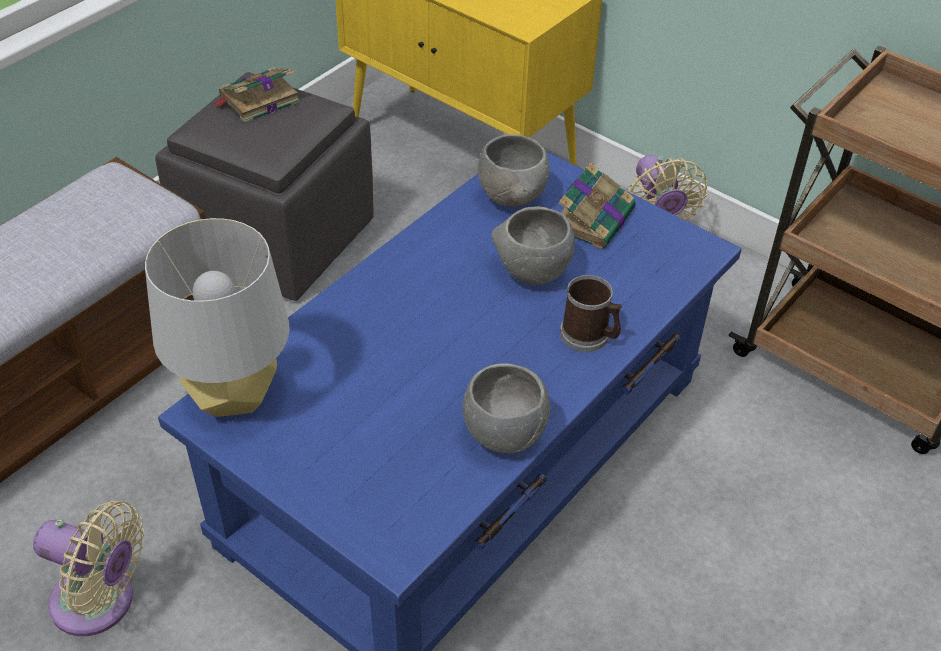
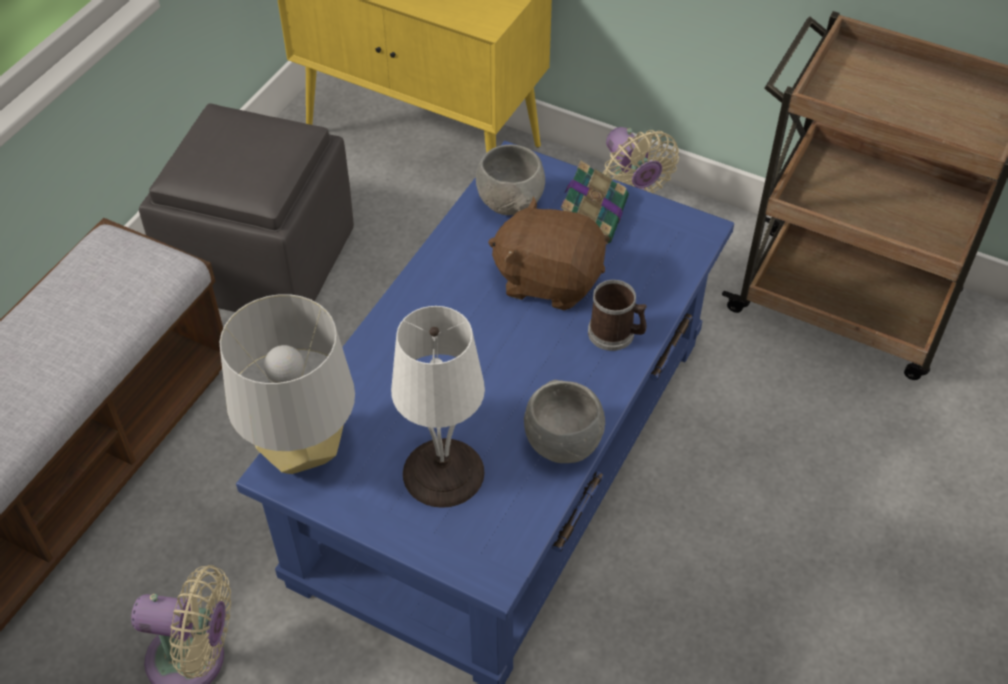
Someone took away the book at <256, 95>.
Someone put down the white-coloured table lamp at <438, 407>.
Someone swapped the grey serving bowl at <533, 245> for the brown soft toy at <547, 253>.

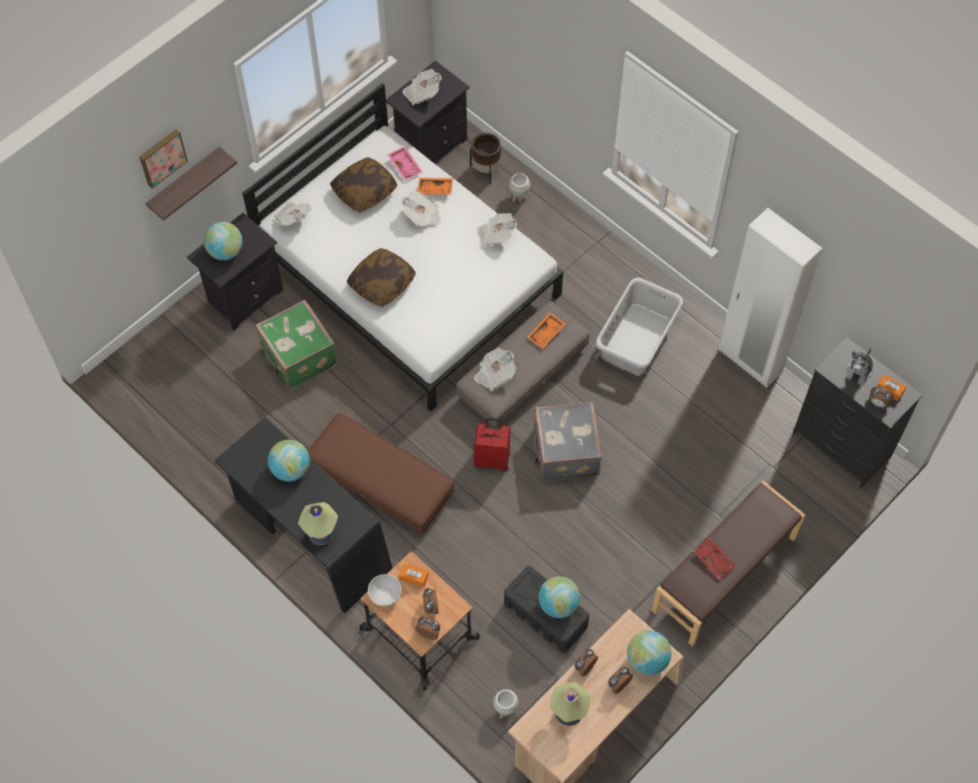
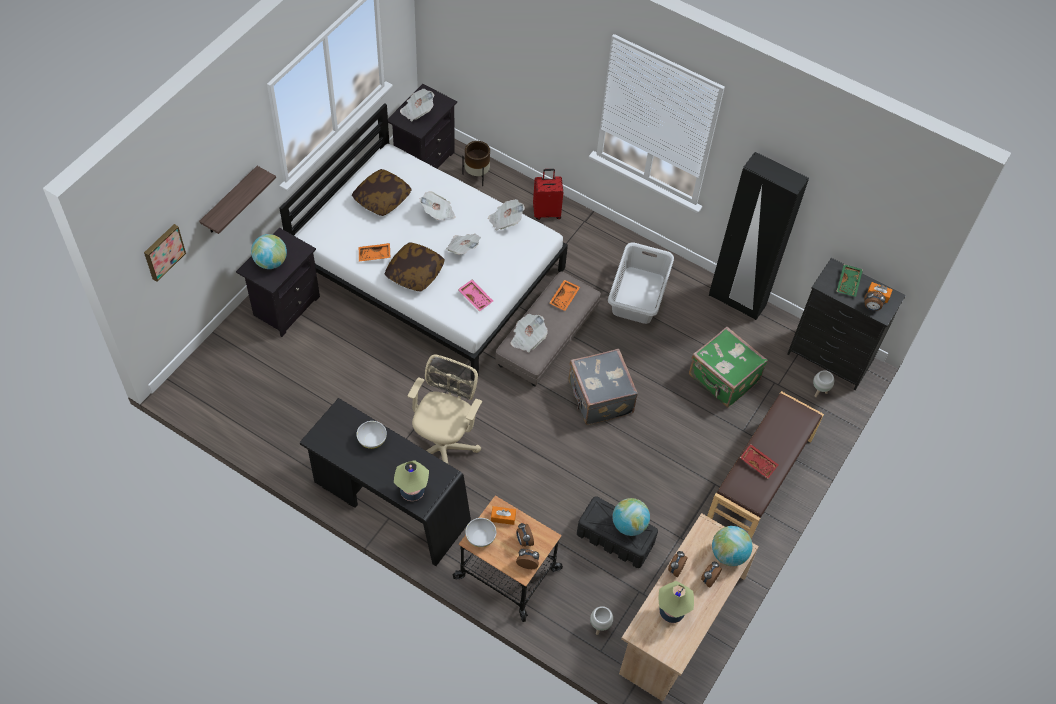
Someone carried the wall art from <164, 159> to <165, 253>.
Someone carried the greenish piece of luggage from <296, 344> to <728, 367>.
Someone carried the printed paper from <292, 214> to <463, 244>.
Someone carried the pink-coloured carrying tray from <405, 163> to <475, 296>.
Someone carried the orangey carrying tray from <435, 186> to <375, 252>.
Someone carried the reddish piece of luggage from <492, 444> to <548, 194>.
Someone carried the white-coloured planter from <519, 187> to <823, 383>.
Someone swapped the world globe at <289, 460> for the white-coloured serving bowl at <372, 435>.
Someone swapped the brown footrest at <381, 473> for the sand-coloured office chair at <445, 409>.
Someone swapped the soft toy at <859, 367> for the greenish carrying tray at <849, 280>.
Someone repainted the white-coloured armoire at <771, 298>, which became the blackish armoire at <759, 236>.

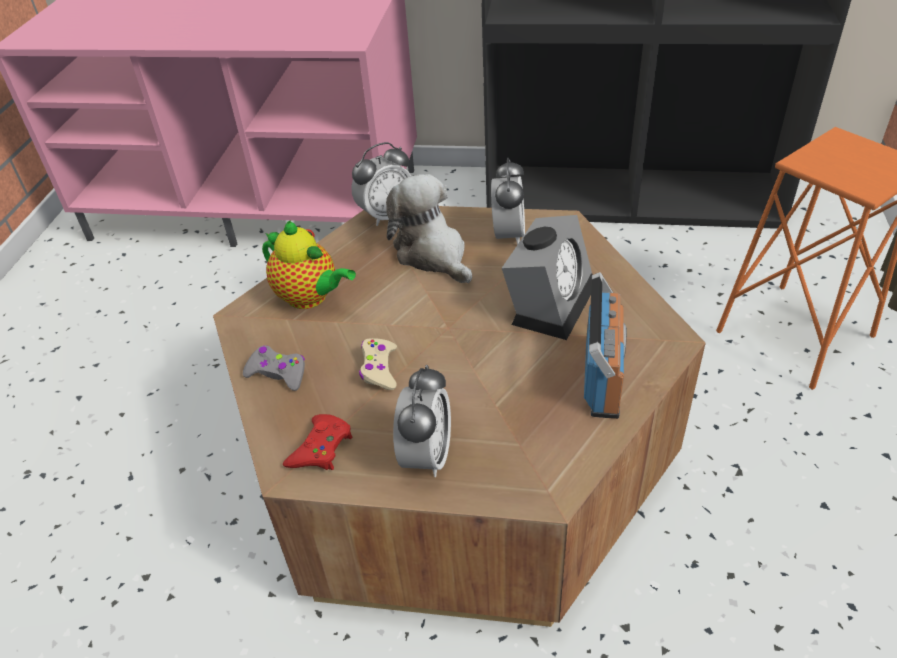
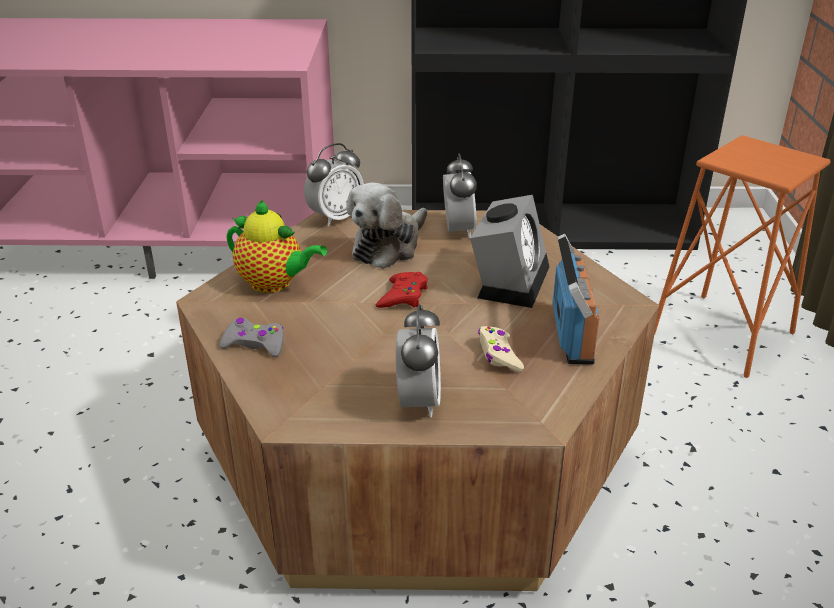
Someone carried the reddish gamepad from <317, 442> to <402, 290>.
Someone carried the sand-coloured gamepad from <378, 364> to <501, 349>.
Someone rotated the soft toy at <429, 229> by 105 degrees counterclockwise.

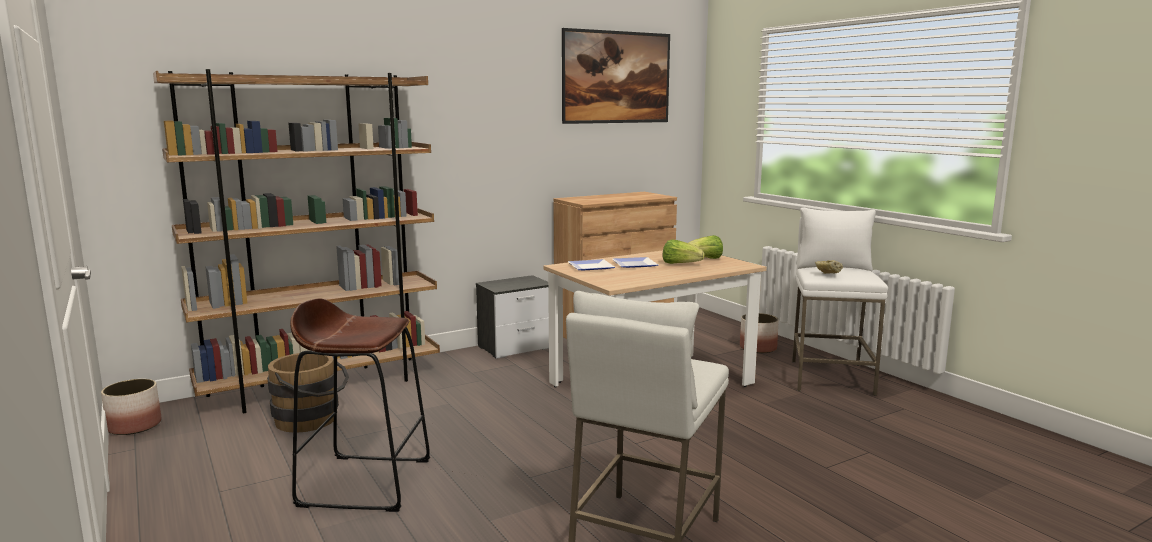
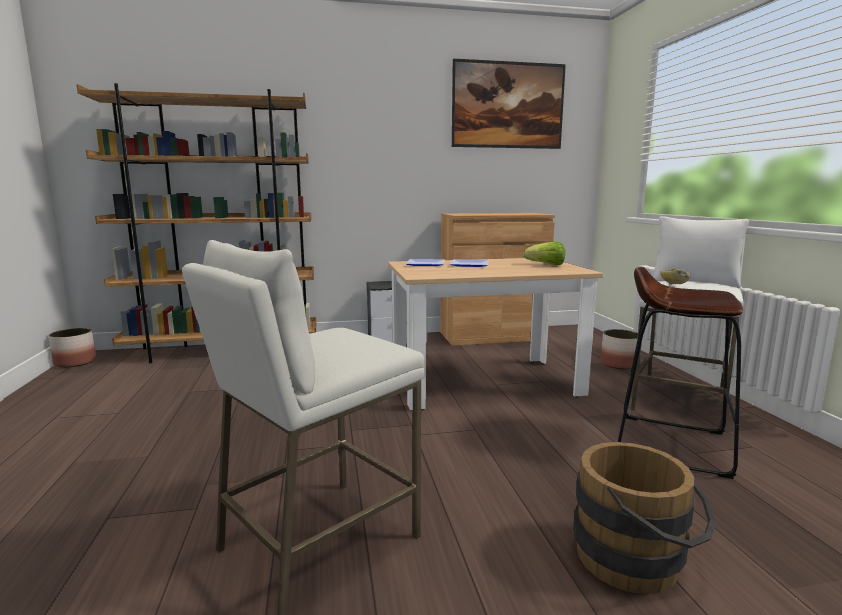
Someone took away the lettuce at <683, 252>.
Someone carried the brown water bucket from <308, 392> to <644, 518>.
Someone carried the brown sitting stool from <360, 405> to <680, 373>.

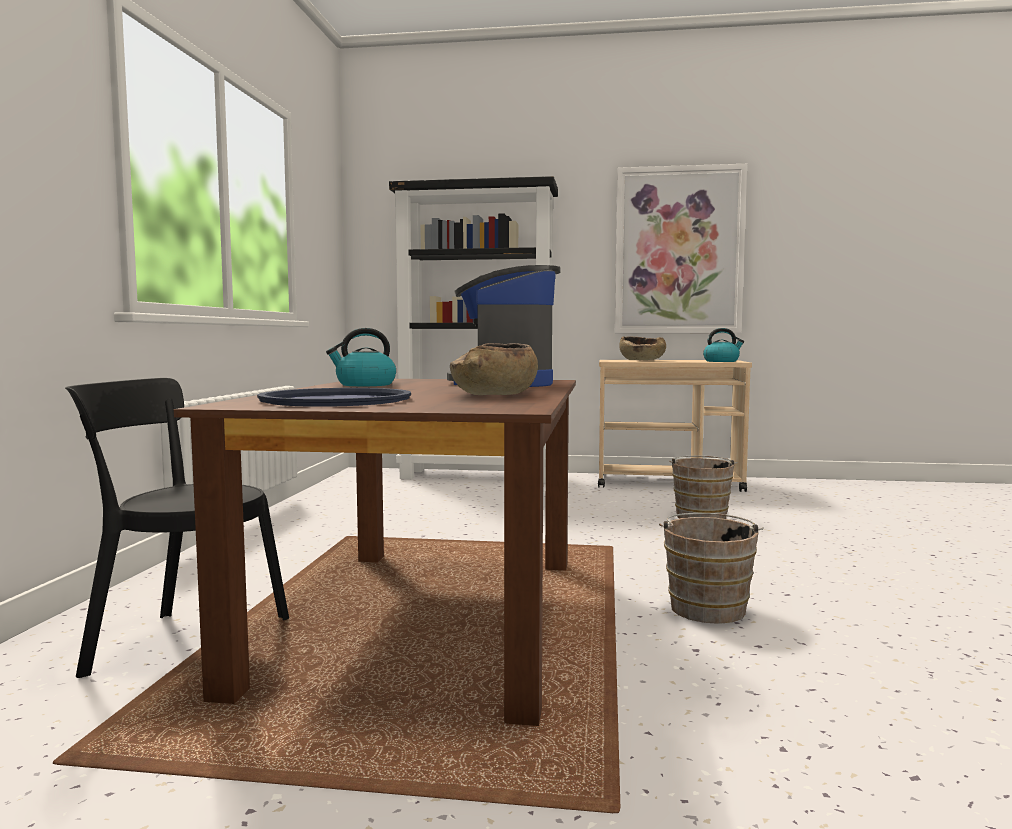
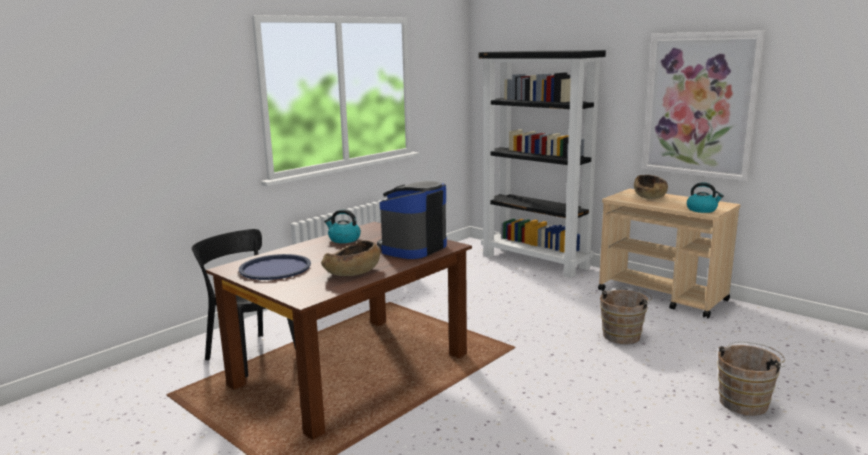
Someone carried the brown water bucket from <711, 568> to <751, 379>.

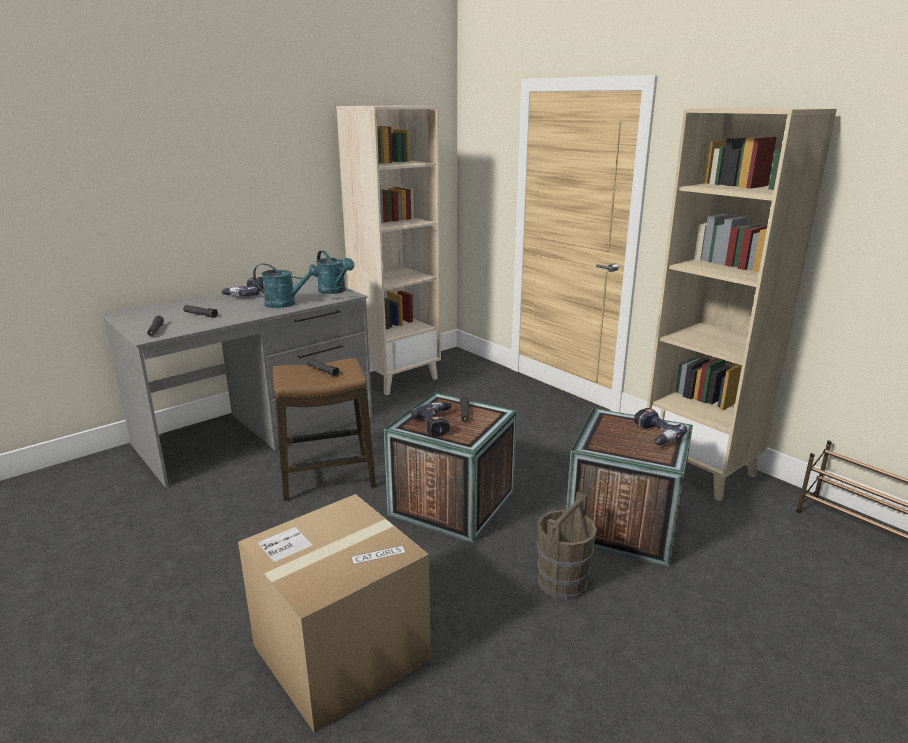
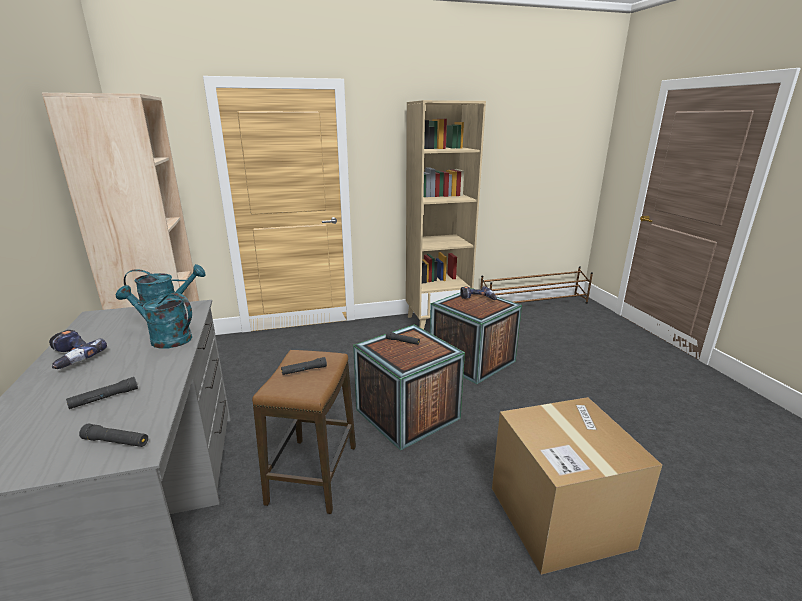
Someone took away the electric drill at <431, 419>.
Someone took away the brown water bucket at <567, 546>.
Someone rotated the blue-green sprinkling can at <286, 285> by 105 degrees counterclockwise.

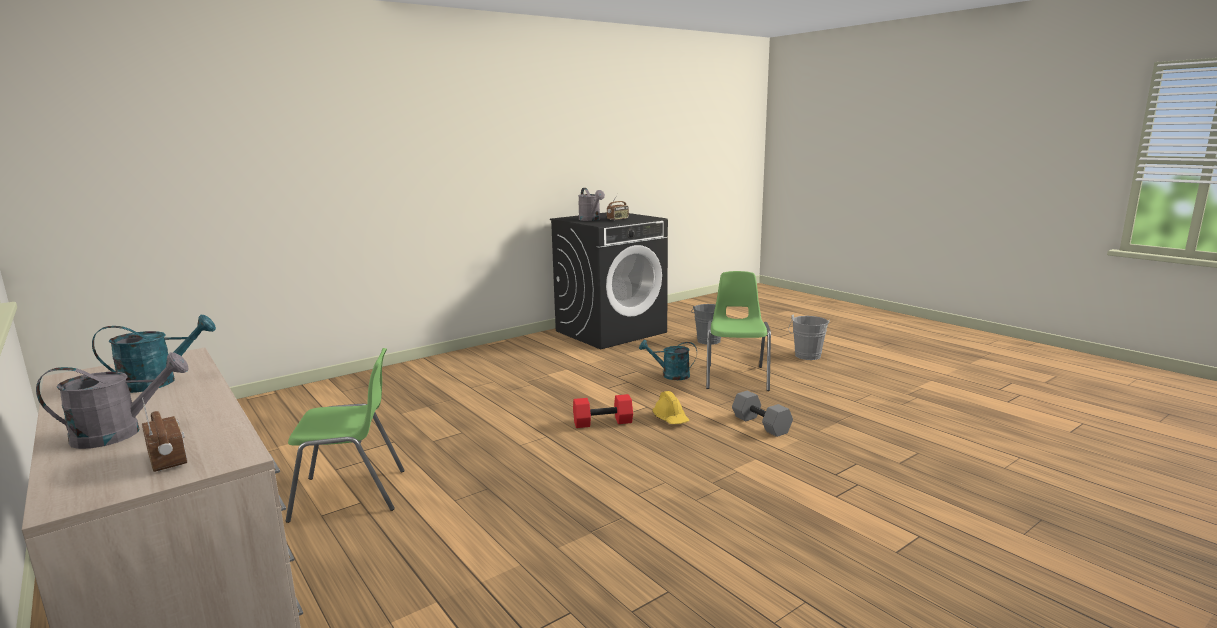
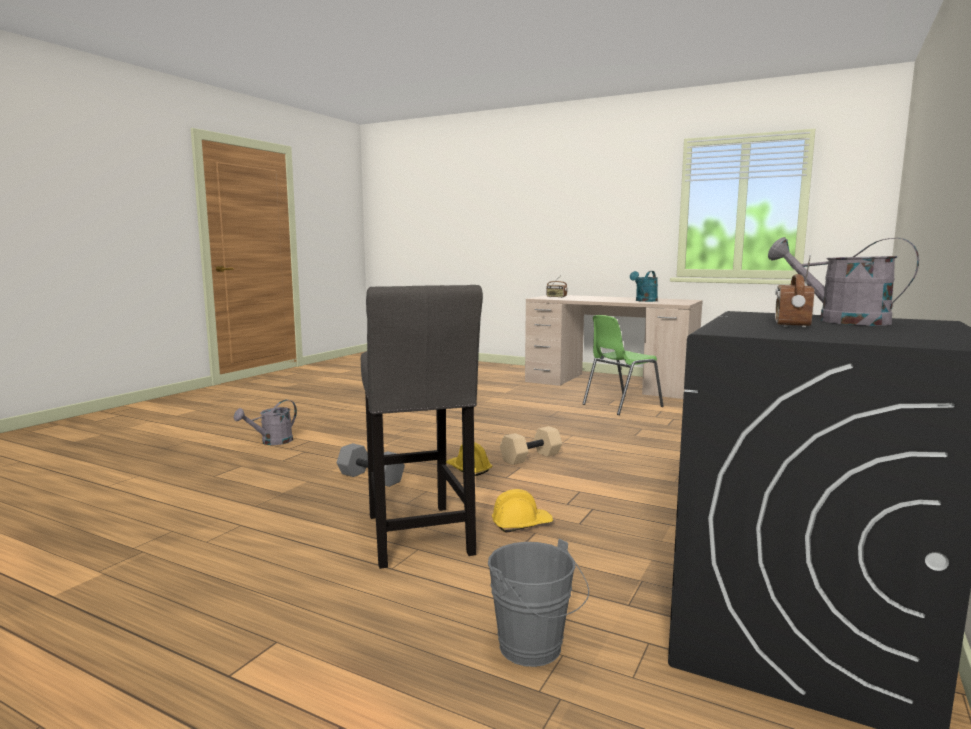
Someone took away the grey water bucket at <809, 337>.
Someone carried the grey sprinkling can from <112, 400> to <265, 422>.
Someone swapped the blue-green sprinkling can at <668, 360> for the yellowish hard hat at <522, 510>.
Someone swapped the greenish chair at <738, 331> for the grey sitting stool at <422, 427>.
Someone repainted the reddish dumbbell at <603, 411>, which became the sand-coloured dumbbell at <531, 445>.

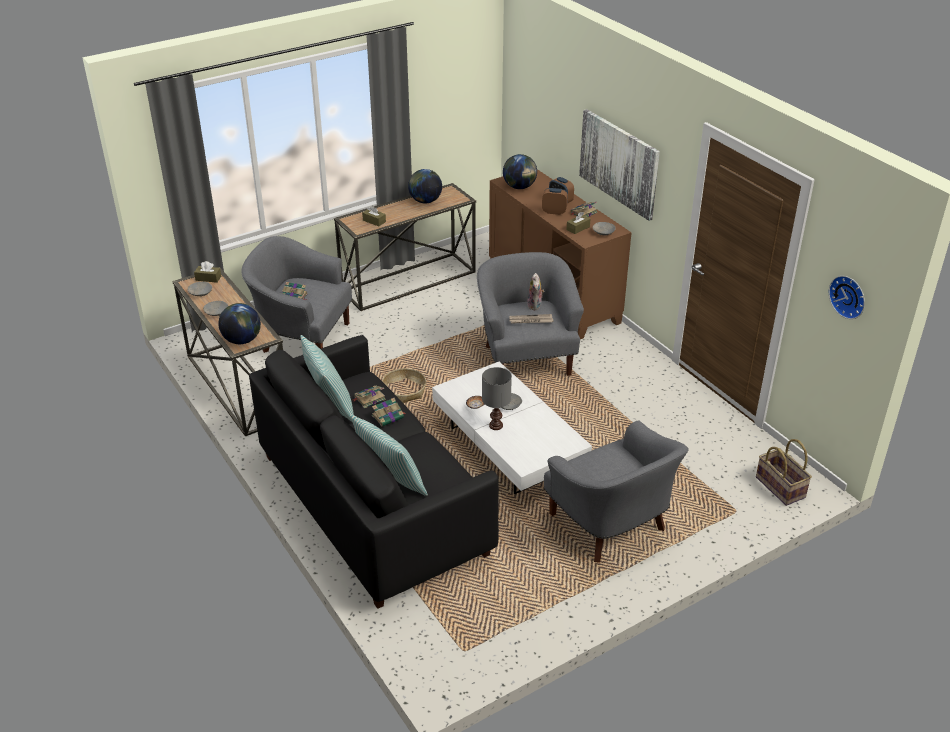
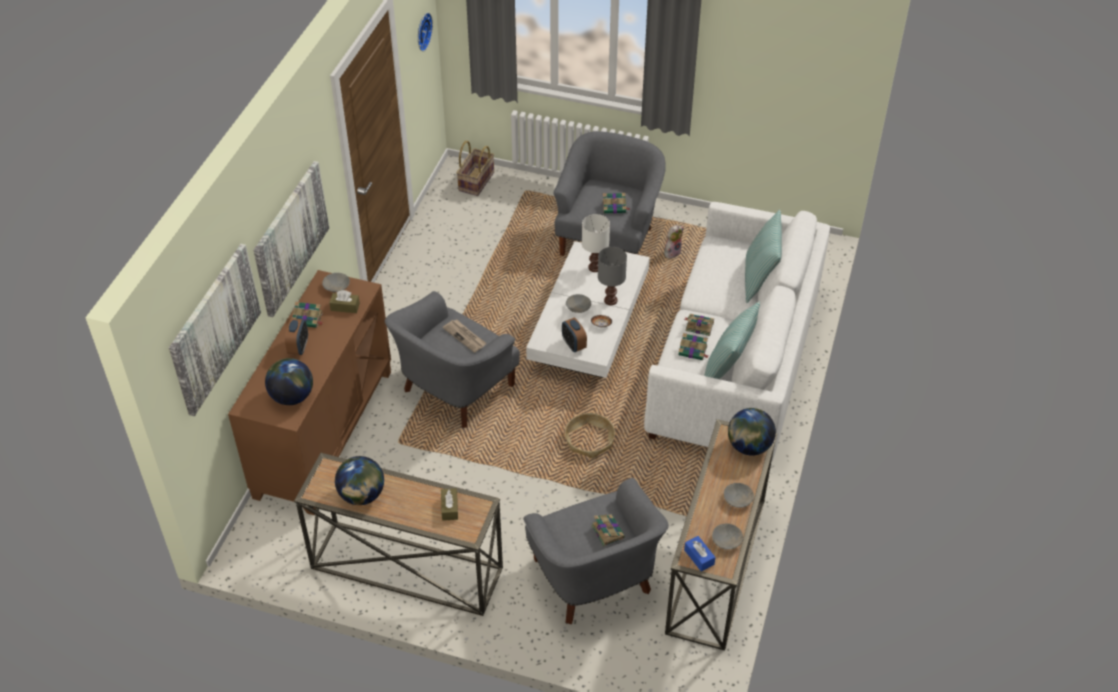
Someone put up the wall art at <215, 330>.
Someone put down the white-coloured table lamp at <596, 243>.
Someone put down the book at <616, 203>.
Someone carried the soft toy from <535, 291> to <674, 241>.
Someone carried the alarm clock from <555, 201> to <574, 335>.
Someone repainted the brown tissue box at <207, 272>, which became the bluish tissue box at <699, 554>.
Someone repainted the blackish settee at <374, 472>, which became the white-coloured settee at <737, 331>.

